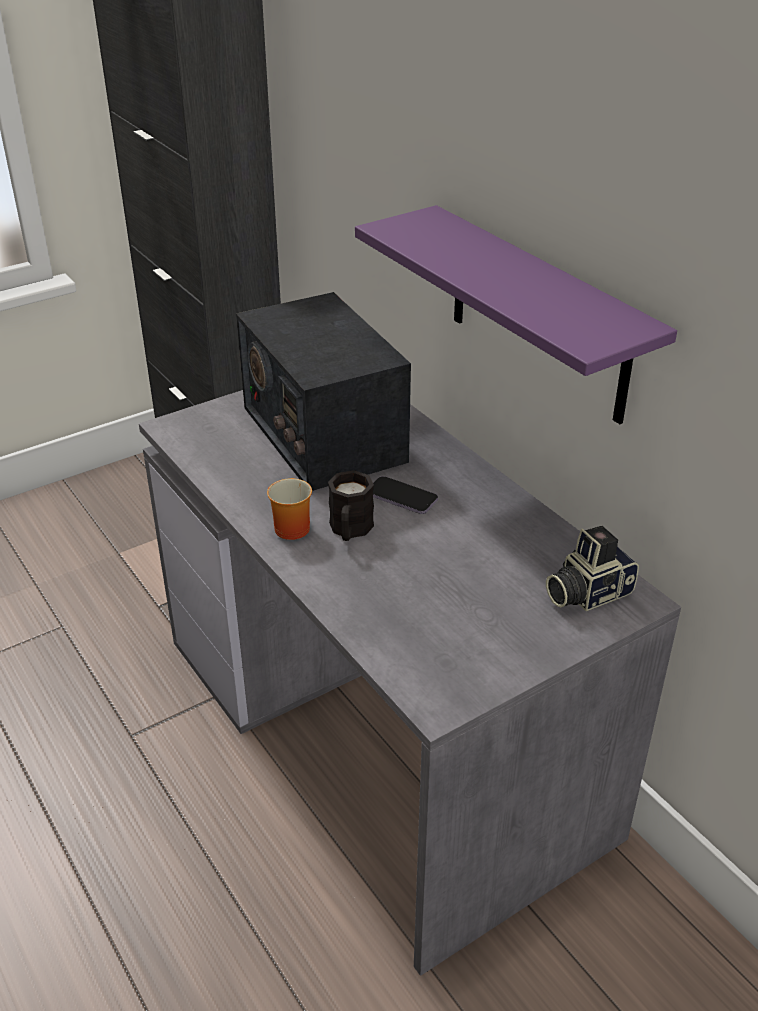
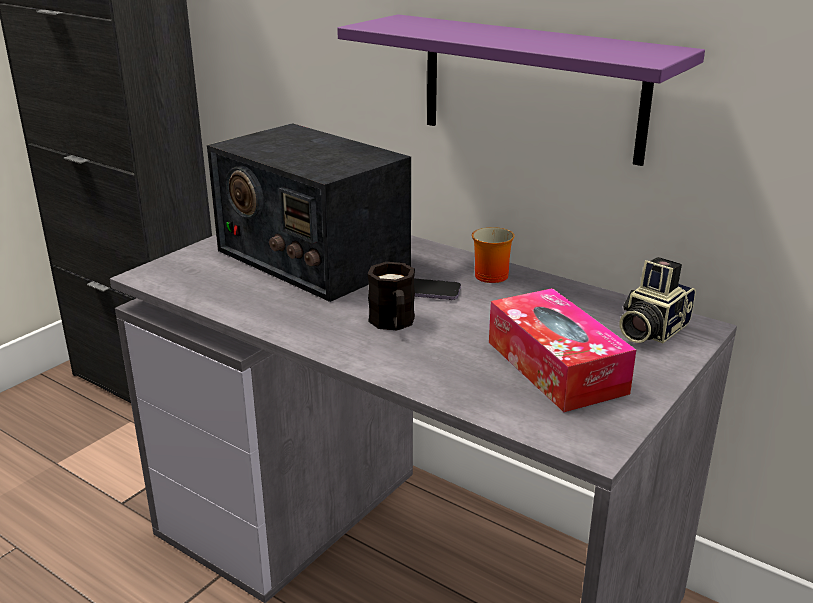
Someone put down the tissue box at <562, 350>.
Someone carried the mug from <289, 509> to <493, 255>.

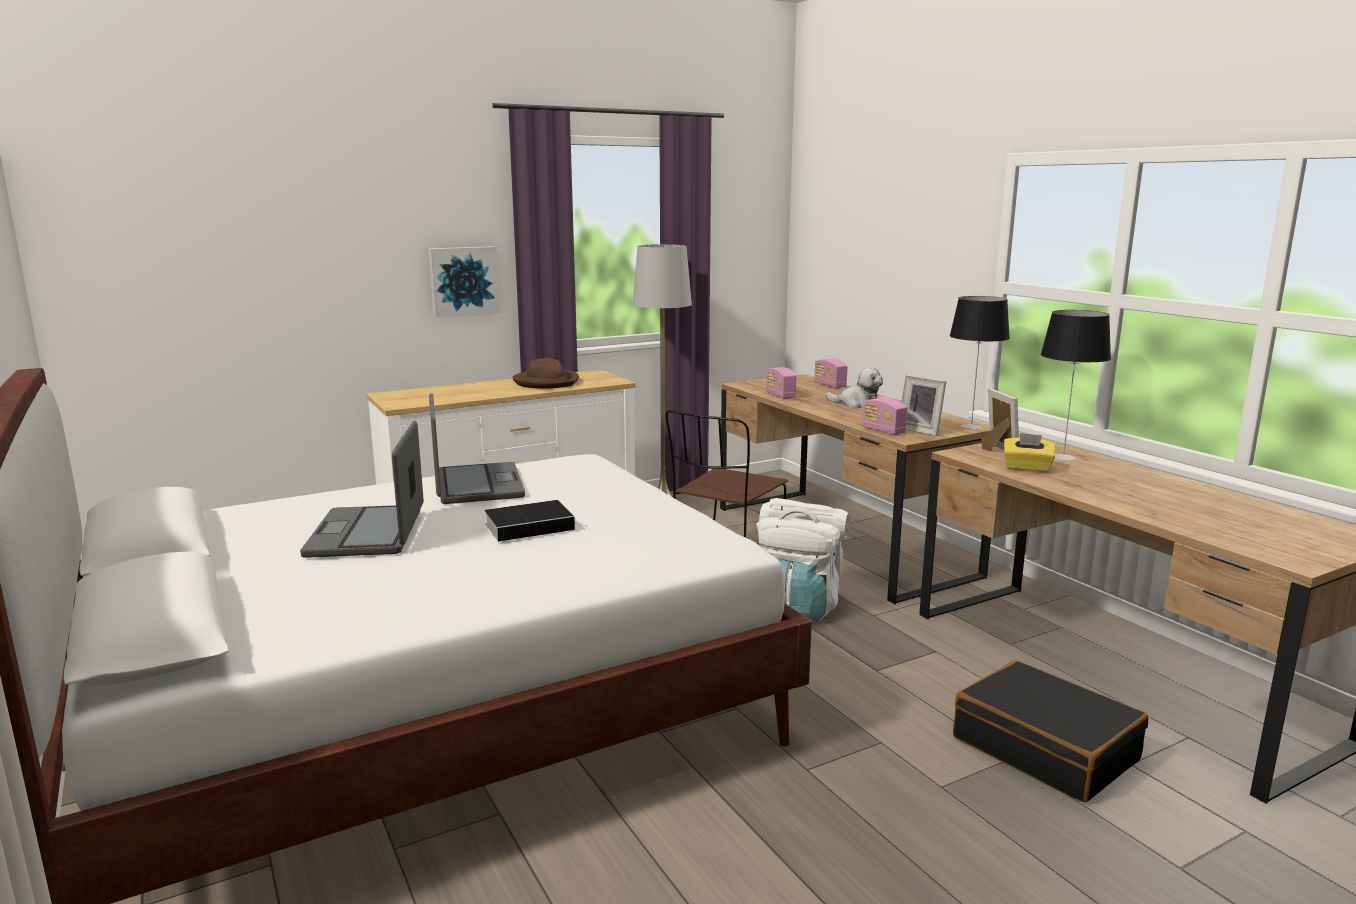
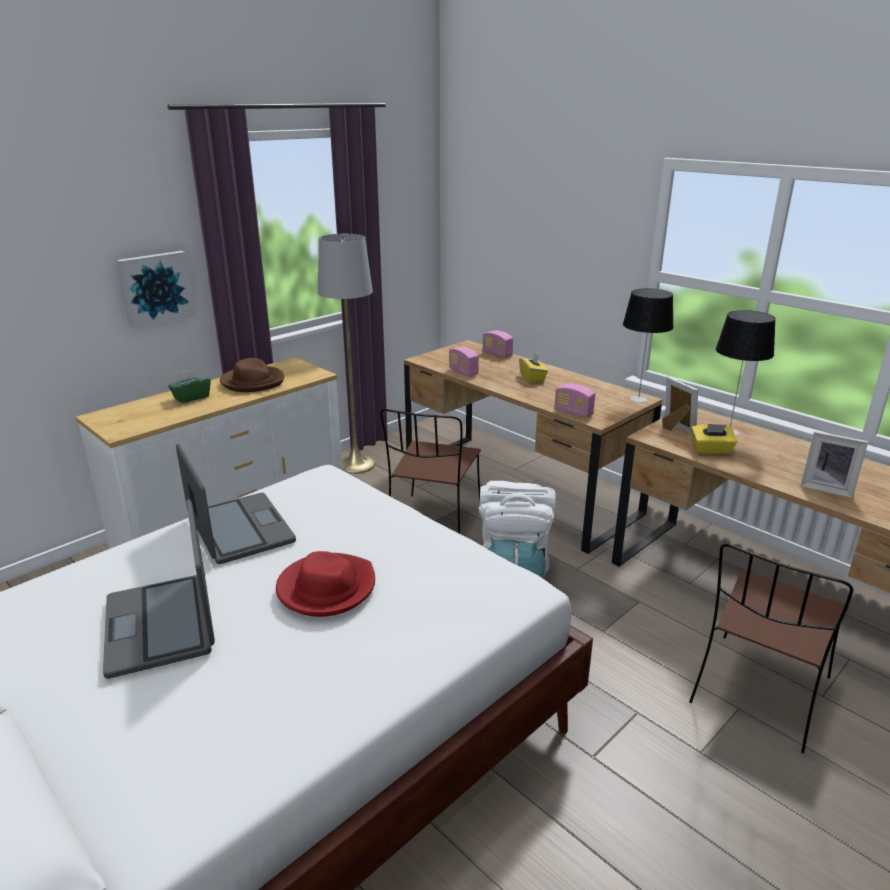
Someone put down the greenish tissue box at <189, 386>.
Someone carried the picture frame from <923, 405> to <834, 464>.
Someone swapped the book at <536, 521> for the reddish hat at <325, 584>.
Someone swapped the soft toy at <854, 387> for the yellowish tissue box at <533, 368>.
Someone swapped the blackish piece of luggage at <1050, 731> for the brown chair at <771, 648>.

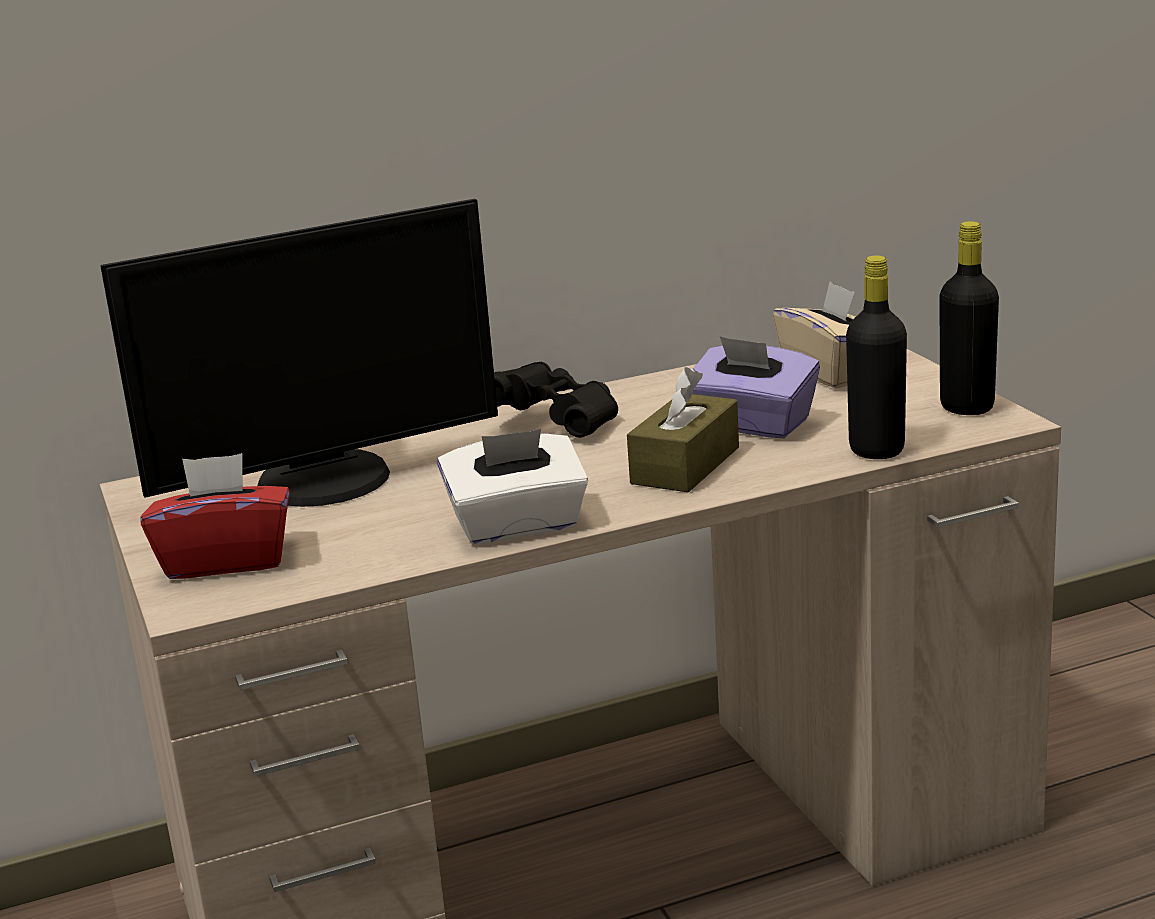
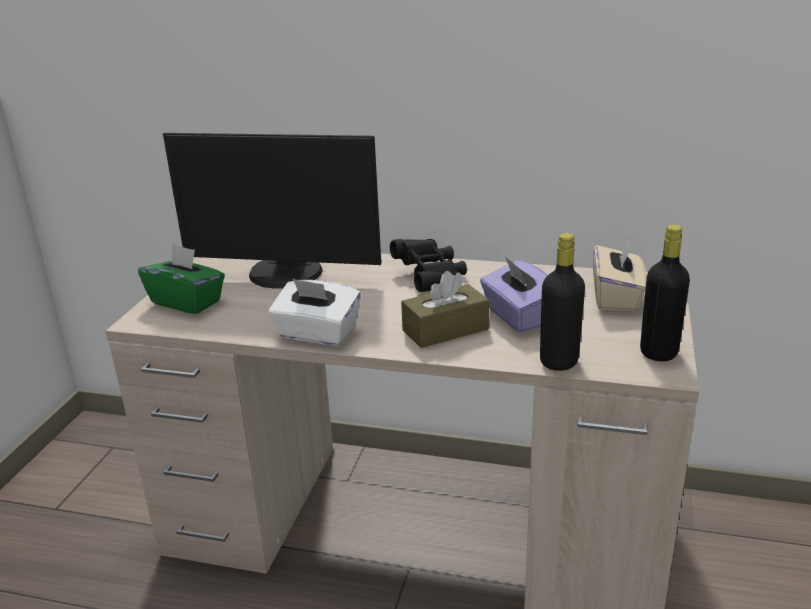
Someone repainted the reddish tissue box at <215, 516>, which became the greenish tissue box at <181, 279>.

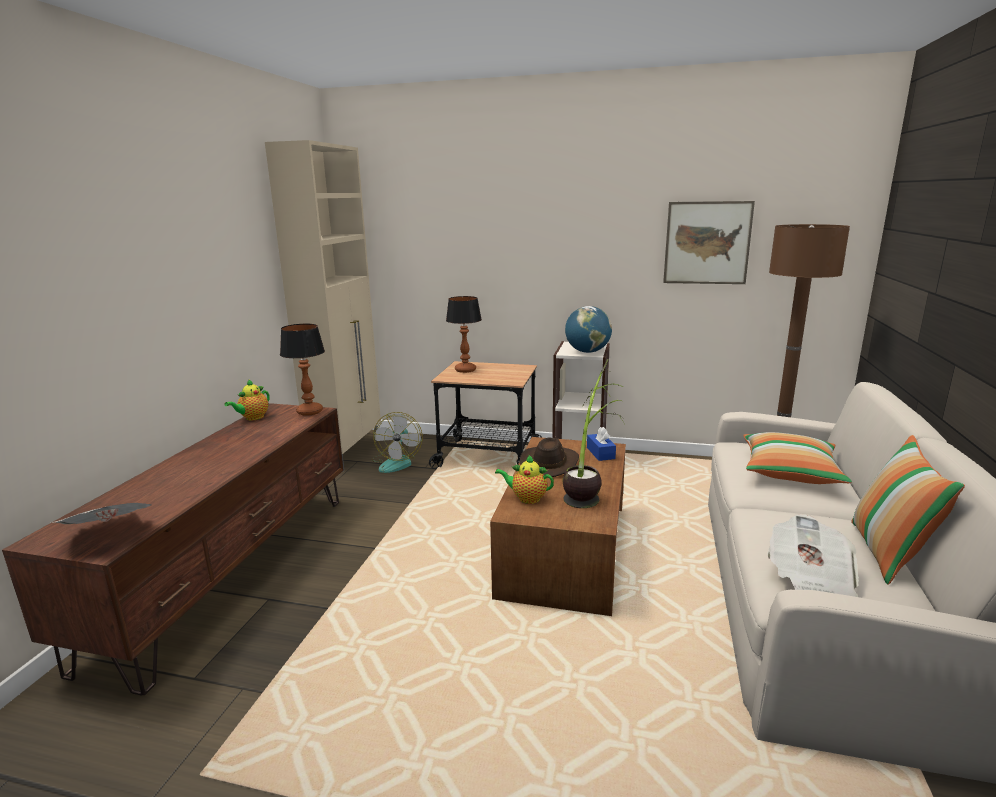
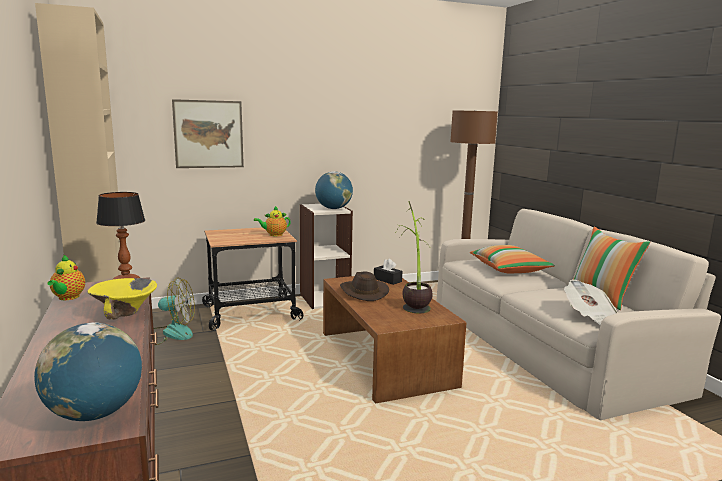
Someone took away the table lamp at <464, 334>.
Someone put down the yellowish serving bowl at <122, 299>.
Someone carried the tea pot from <524, 479> to <272, 221>.
Someone carried the wall art from <709, 242> to <208, 133>.
Someone swapped the printed paper at <102, 513> for the world globe at <88, 371>.
Someone repainted the bluish tissue box at <601, 444>, which became the blackish tissue box at <388, 272>.
Someone rotated the fan at <397, 442> by 60 degrees counterclockwise.

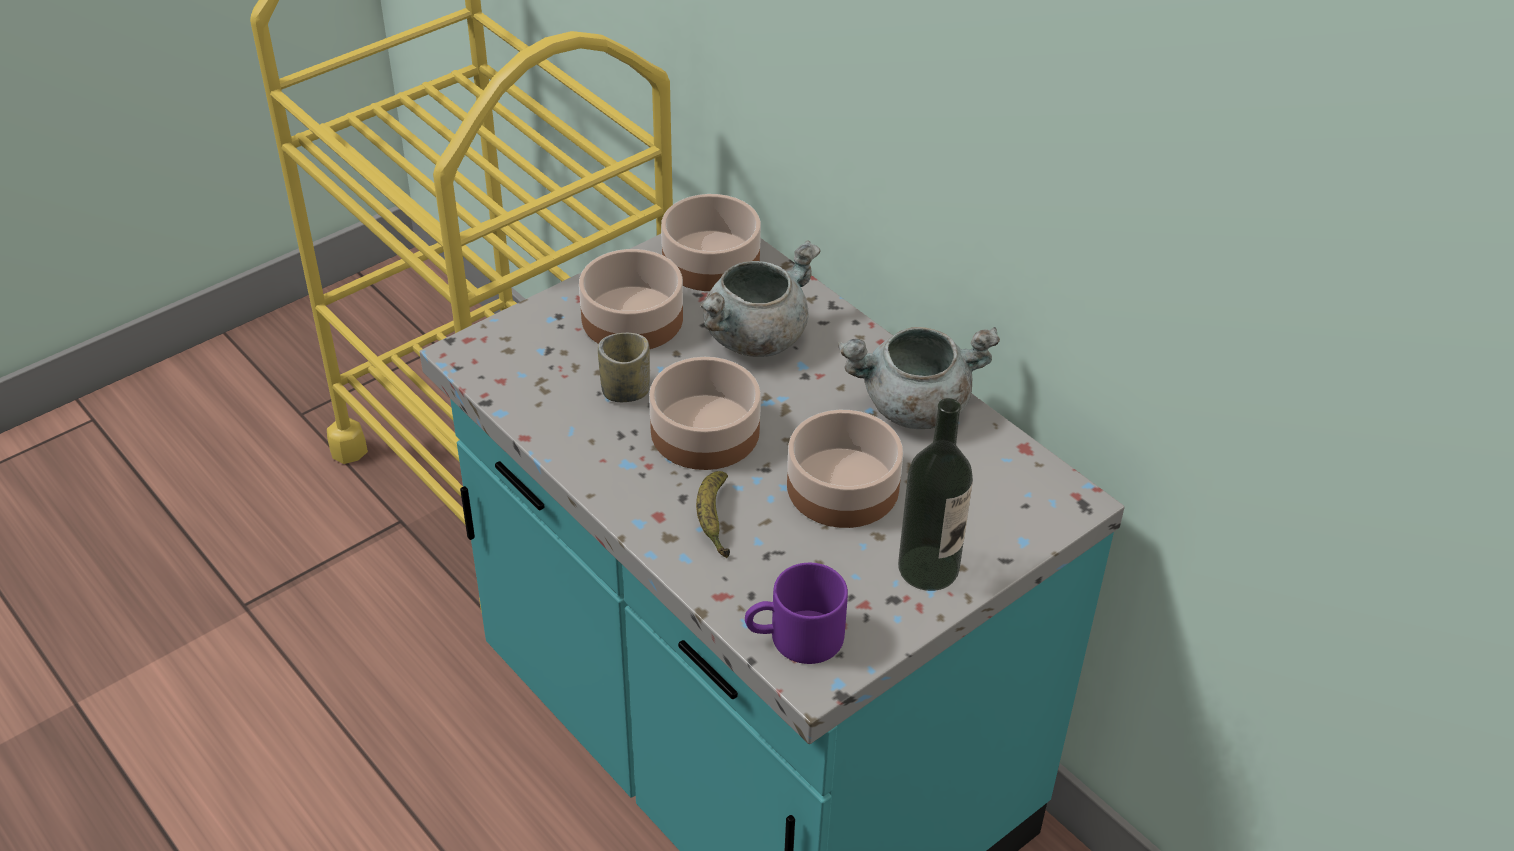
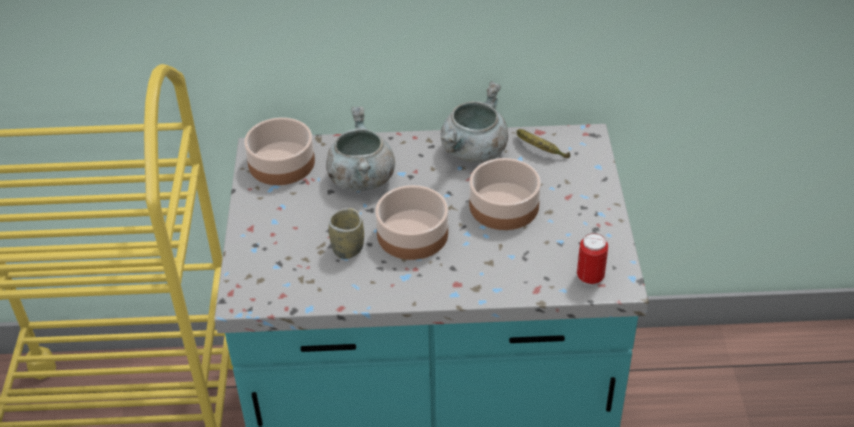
Someone took away the serving bowl at <631, 299>.
Someone took away the beverage bottle at <935, 494>.
Someone carried the banana from <713, 514> to <543, 143>.
Someone swapped the purplish mug at <796, 613> for the sealed can at <592, 259>.

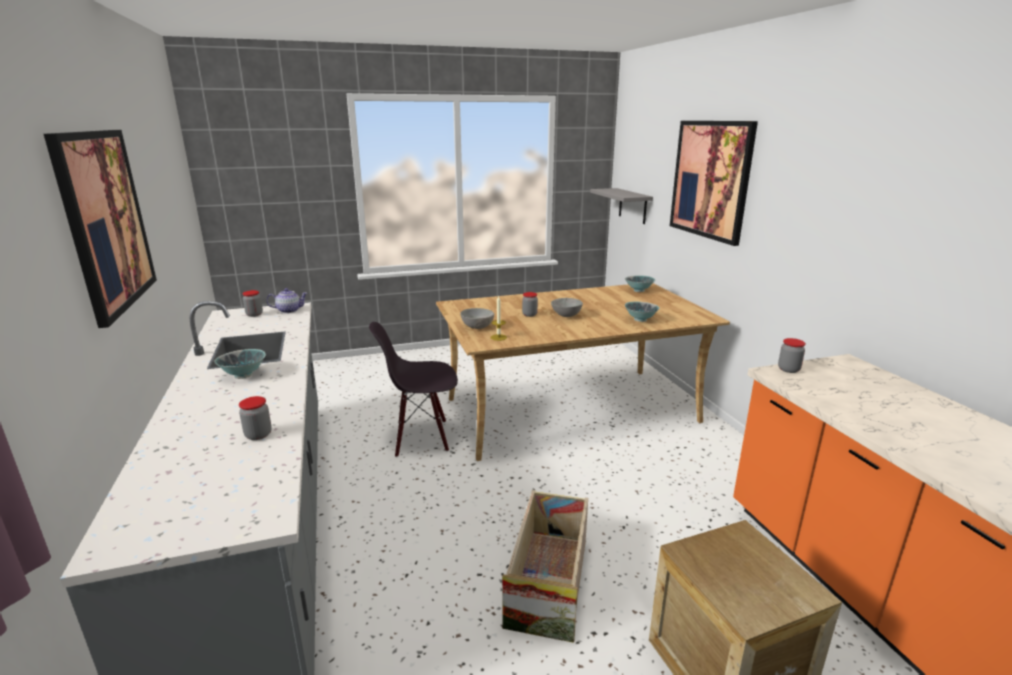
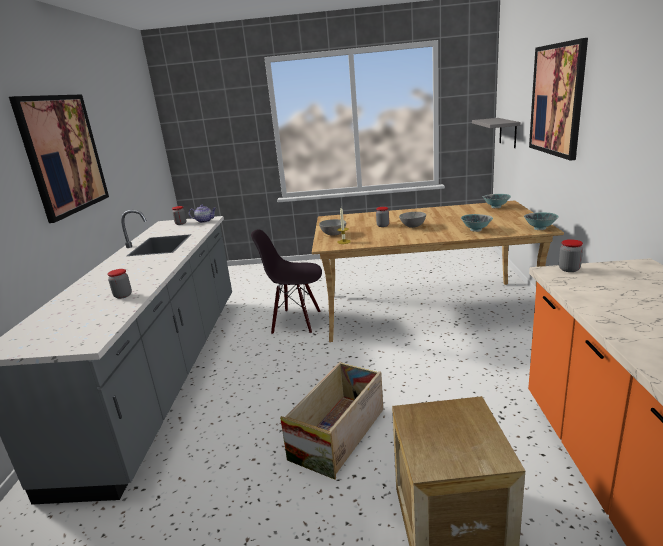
Someone carried the serving bowl from <240, 364> to <541, 221>.

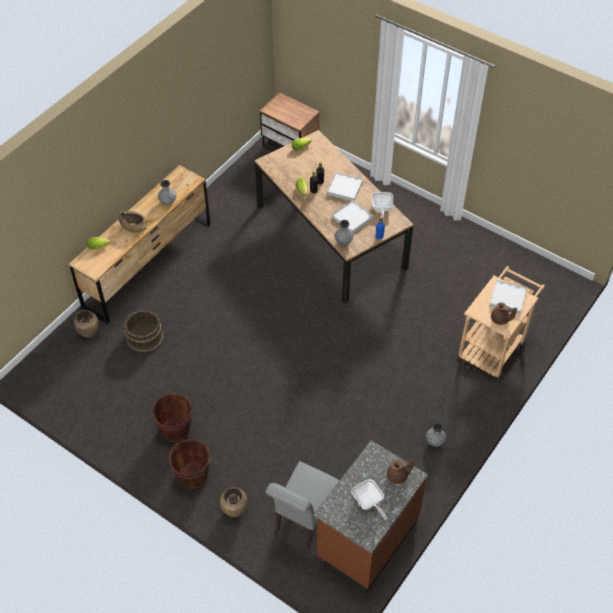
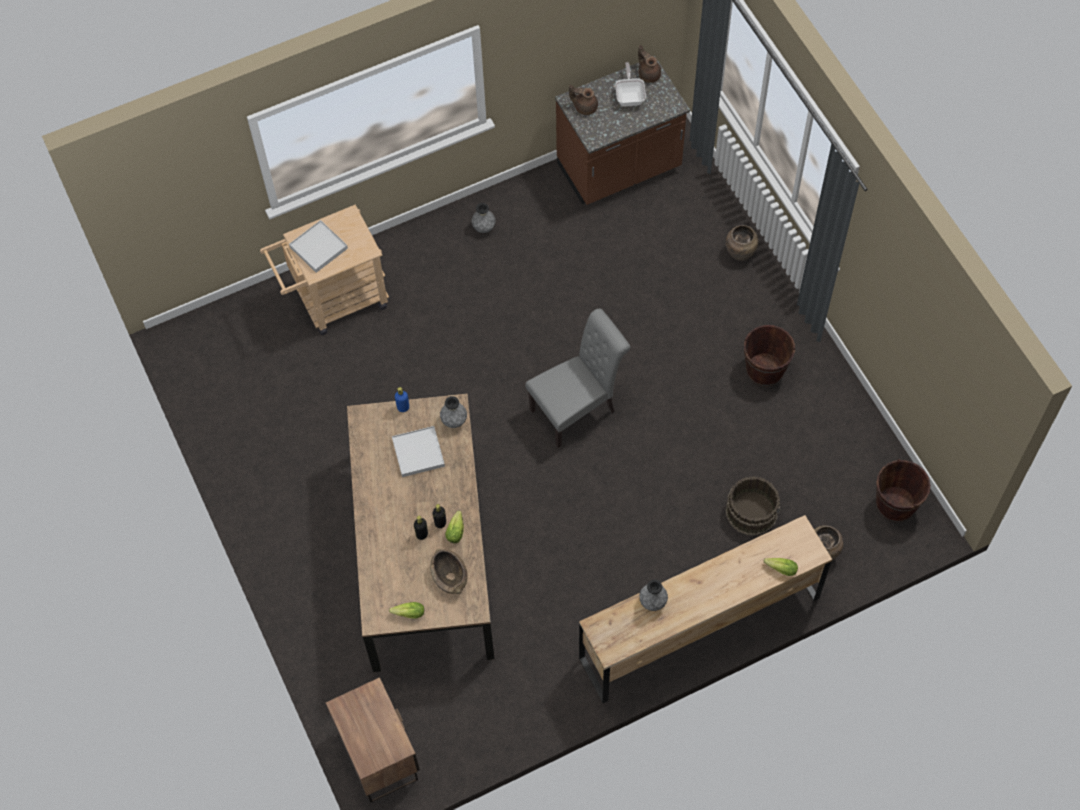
Someone took away the white-coloured carrying tray at <345, 186>.
Someone took away the skillet at <382, 206>.
Someone carried the brown serving bowl from <132, 222> to <449, 571>.
Someone carried the brown water bucket from <189, 464> to <903, 491>.
Someone carried the grey chair from <303, 504> to <577, 378>.
Someone carried the brown tea pot from <504, 314> to <649, 64>.

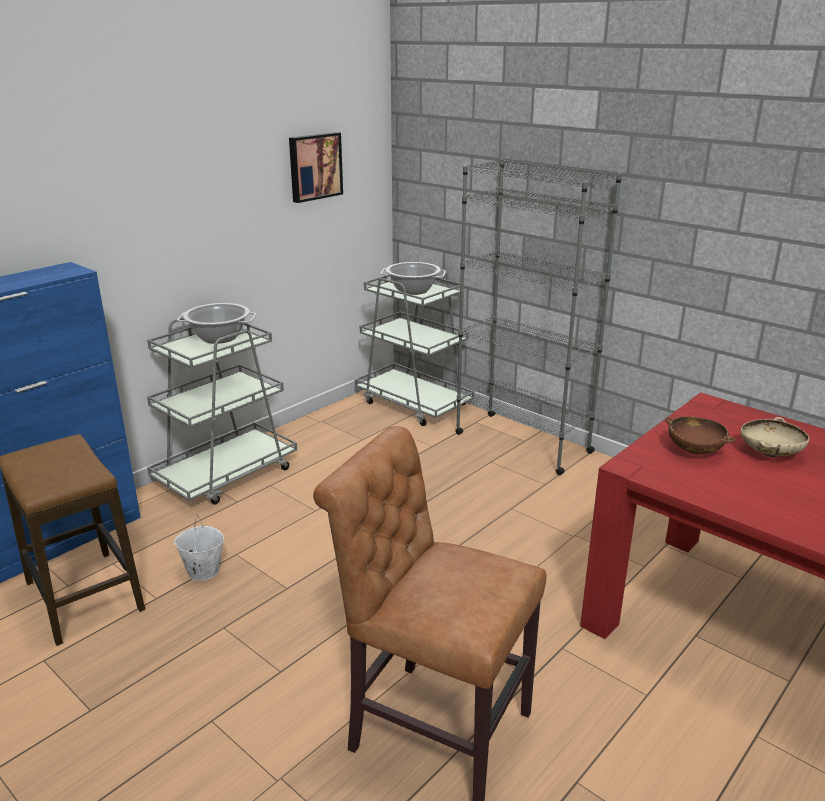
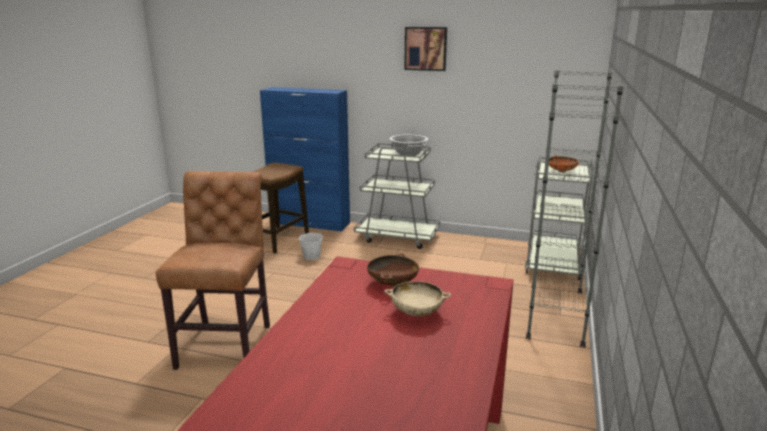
Someone carried the wall art from <316, 167> to <425, 49>.
Someone swapped the stockpot at <413, 278> for the orangey serving bowl at <563, 164>.

